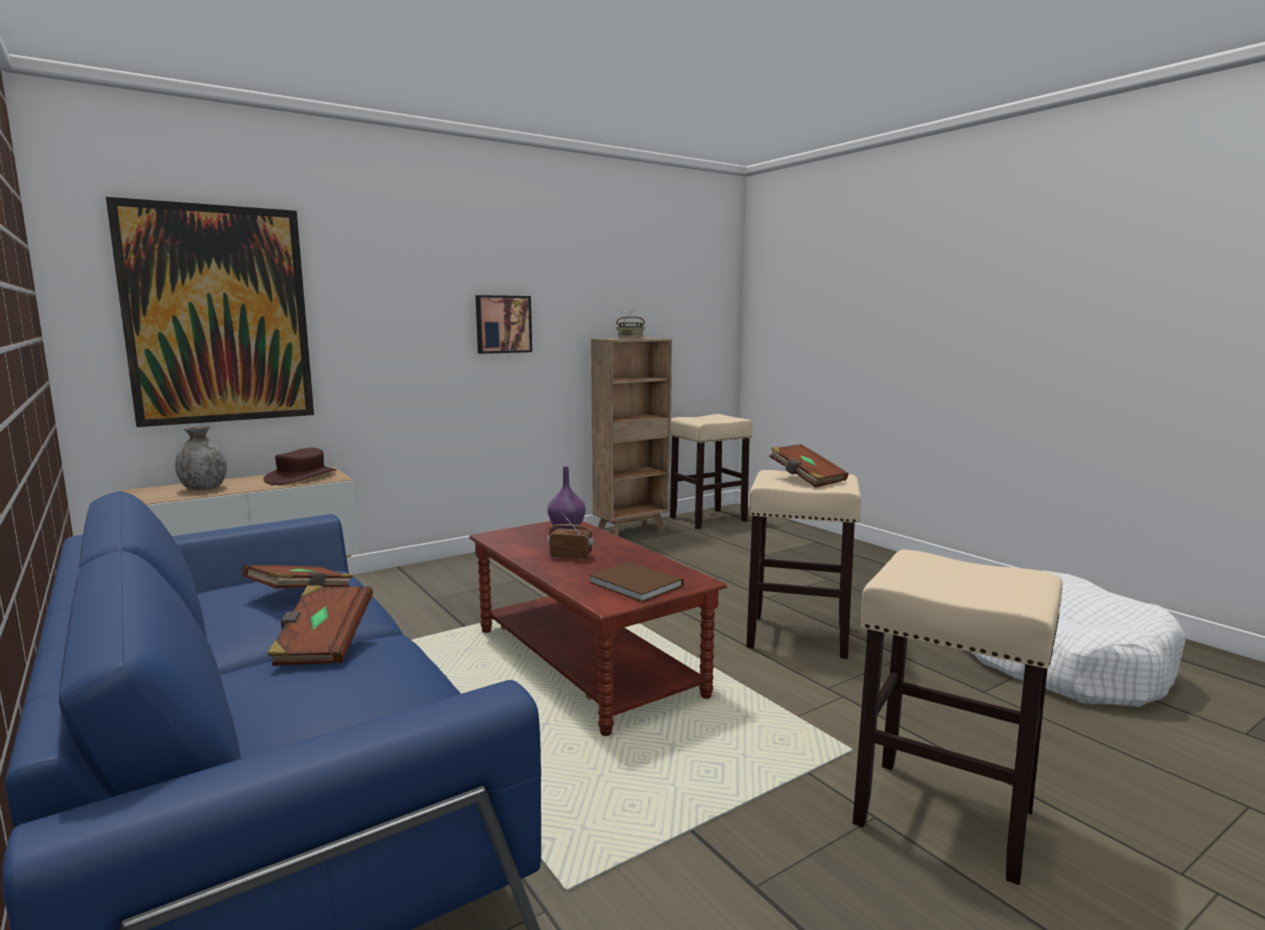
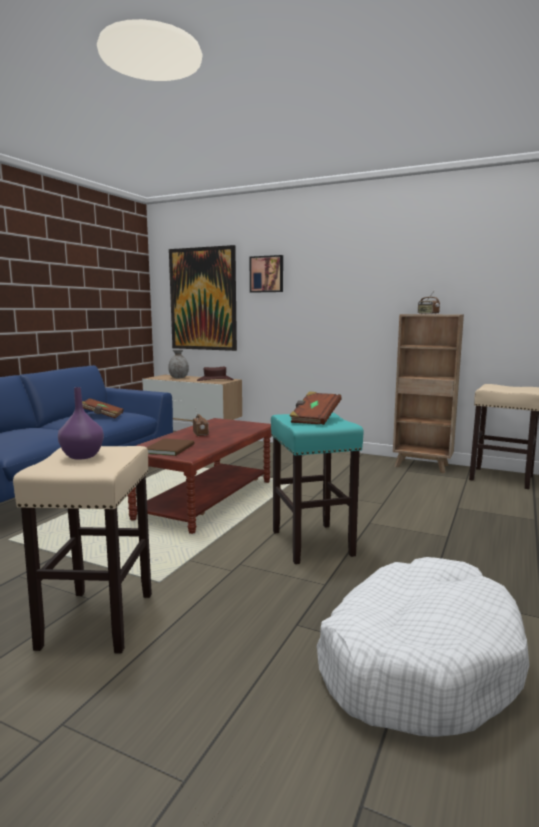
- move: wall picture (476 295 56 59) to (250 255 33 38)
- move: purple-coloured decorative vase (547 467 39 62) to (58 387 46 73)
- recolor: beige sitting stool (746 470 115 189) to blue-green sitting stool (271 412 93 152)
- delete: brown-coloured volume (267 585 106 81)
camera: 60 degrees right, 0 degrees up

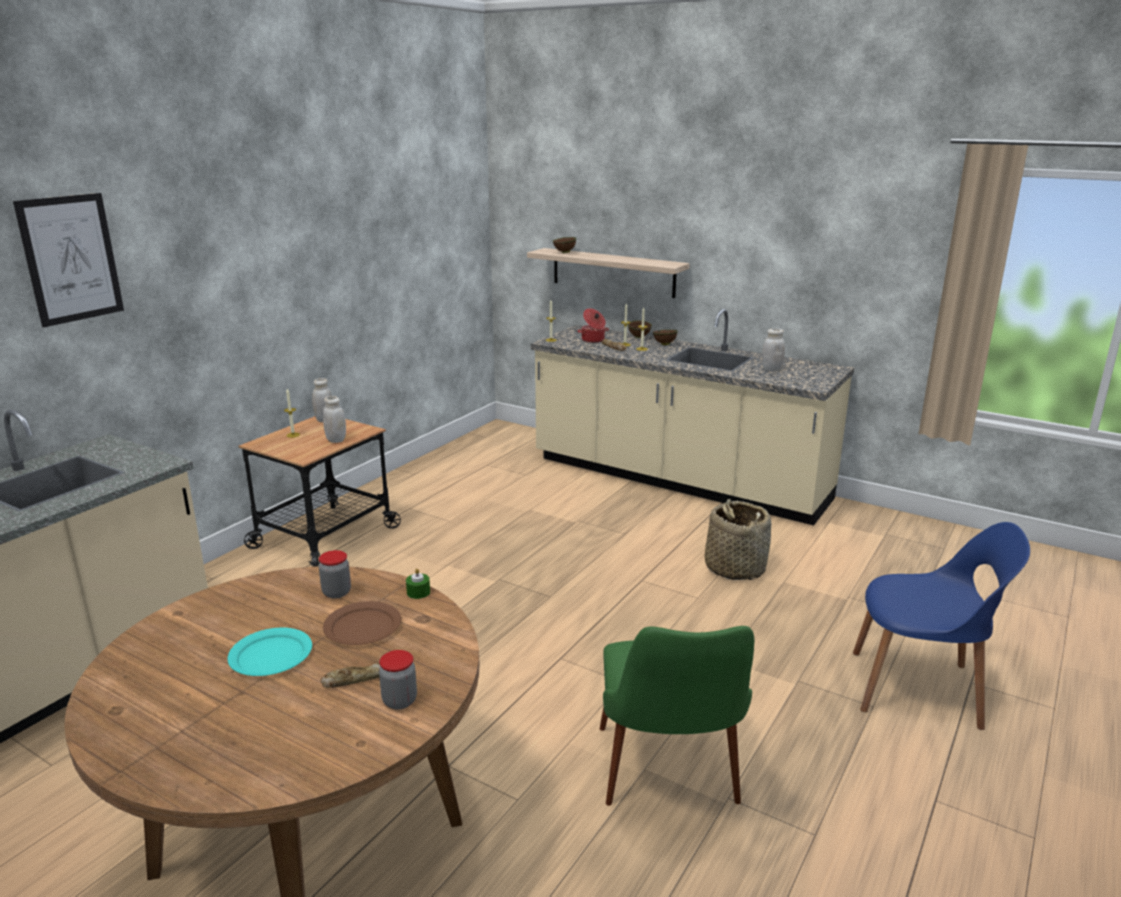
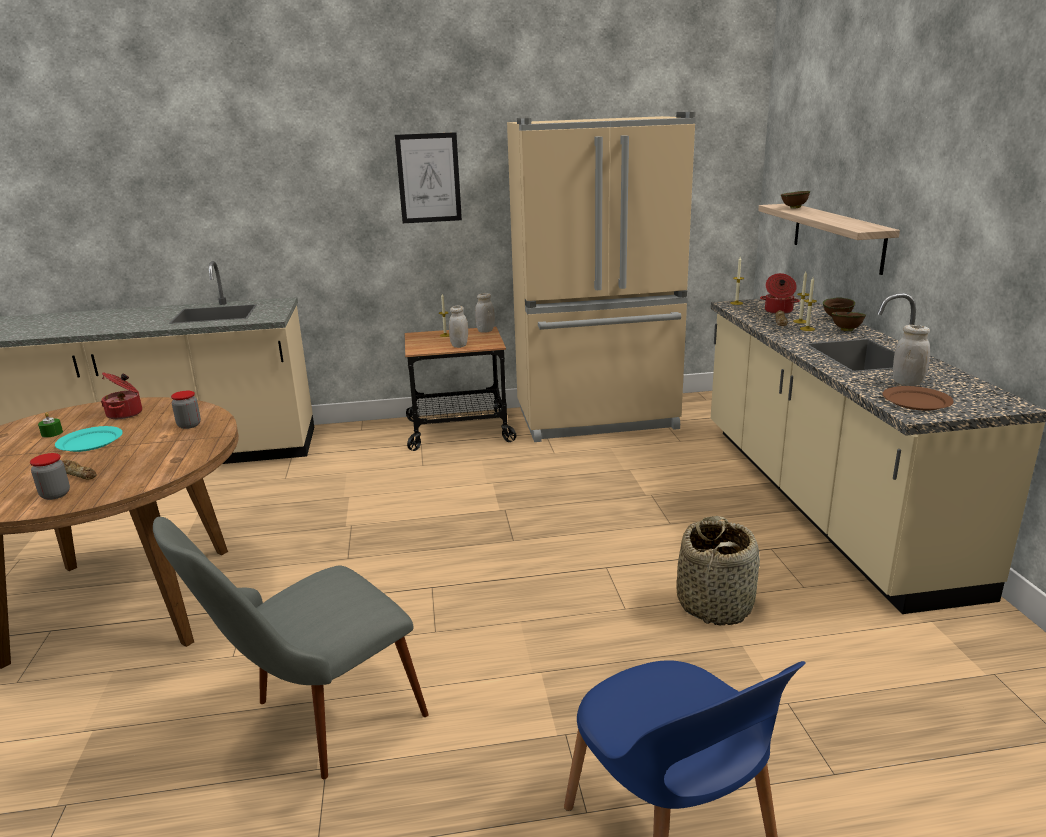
- move: wall picture (13 193 111 134) to (395 132 67 91)
- move: green wax light (406 568 24 31) to (38 412 25 26)
- move: brown-coloured flat dish (323 601 78 44) to (882 386 72 25)
- recolor: green upright chair (600 626 154 180) to grey upright chair (153 517 276 262)
- insert: beige fridge (507 112 189 330)
- insert: stockpot (101 373 41 46)
camera: 50 degrees right, 0 degrees up

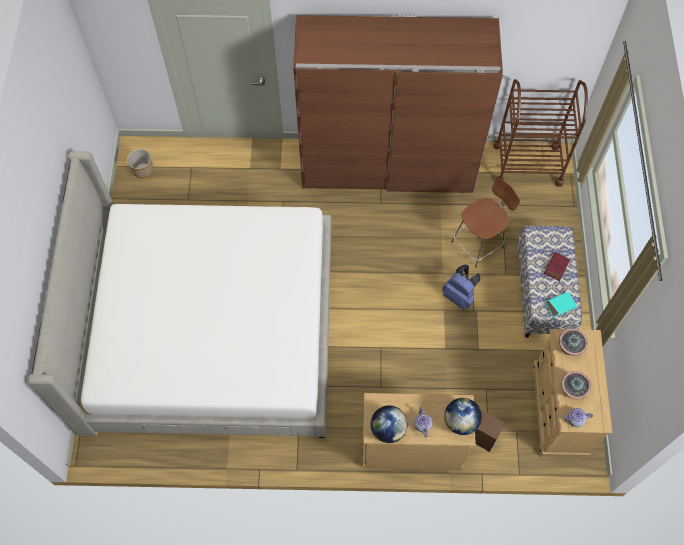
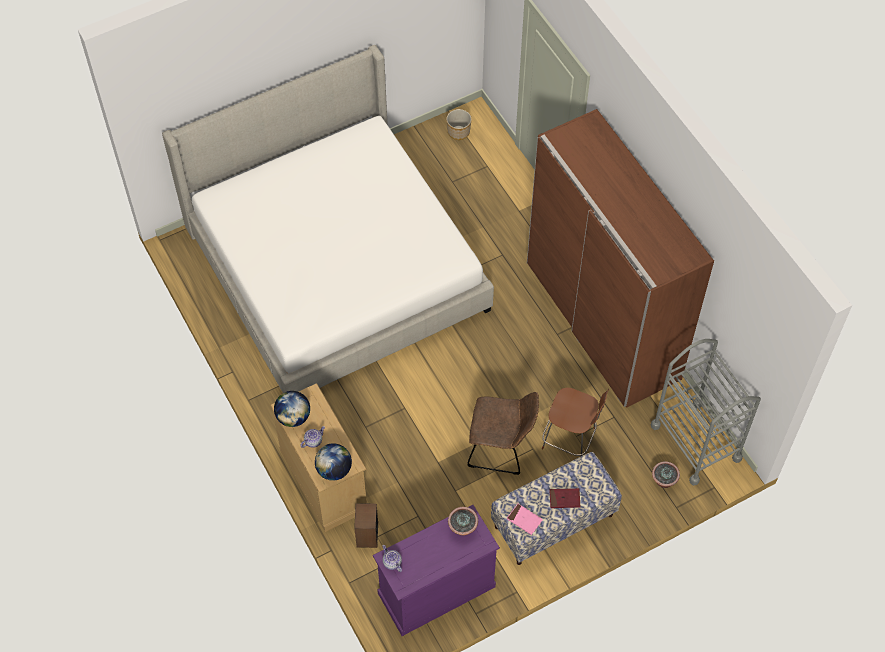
- recolor: brown-coloured cart (493 79 95 108) to grey cart (651 339 110 147)
- replace: blue-coloured rucksack (442 264 38 45) to brown-coloured upright chair (467 392 72 83)
- recolor: blue-green volume (544 291 33 26) to pink volume (507 504 35 31)
- recolor: beige chest of drawers (533 329 79 129) to purple-coloured chest of drawers (372 505 128 131)
- move: potted plant (561 371 30 28) to (652 461 28 27)
camera: 60 degrees right, 5 degrees down

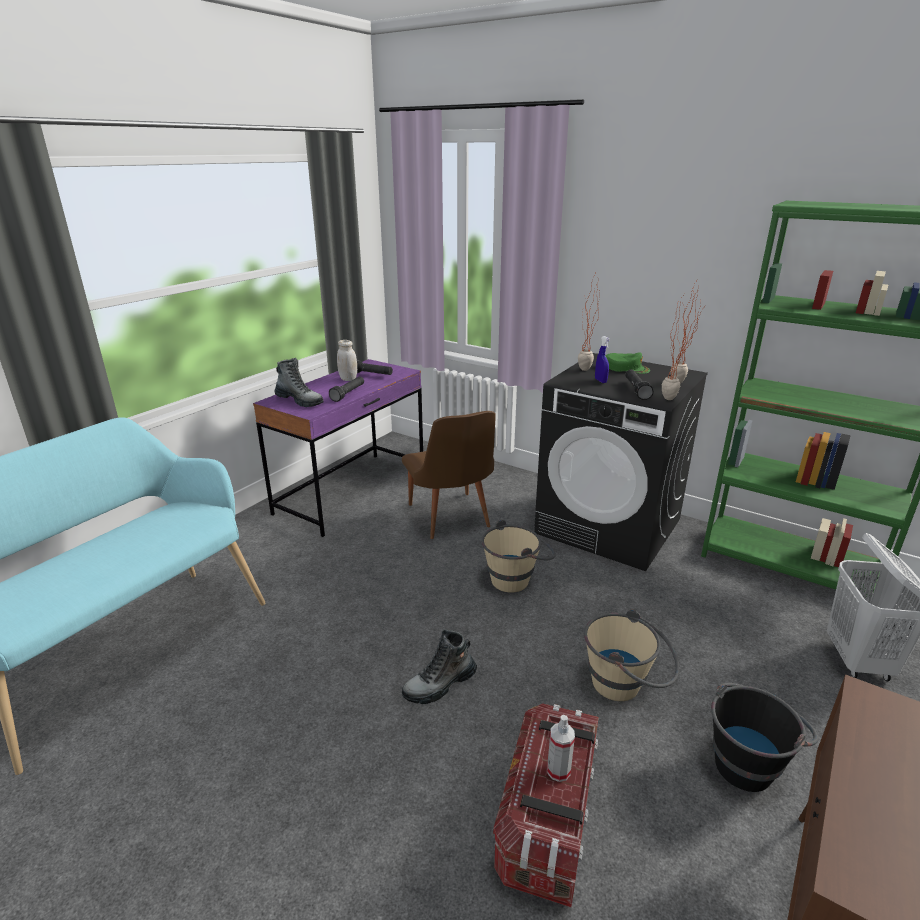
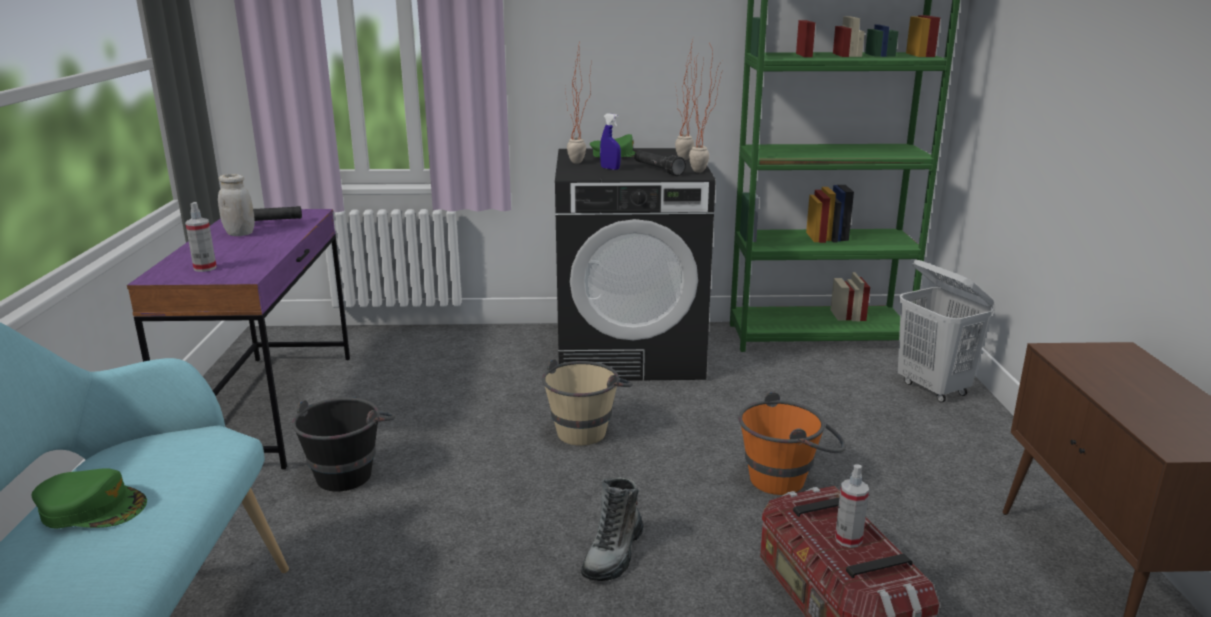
- replace: boot (275 358 49 49) to sprayer (185 202 32 70)
- delete: black torch (329 376 35 26)
- delete: brown-coloured upright chair (402 411 94 128)
- recolor: beige bucket (584 609 96 92) to orange bucket (738 392 108 103)
- move: black bucket (711 683 107 109) to (292 397 104 94)
- insert: green baseball cap (31 468 116 61)
camera: 35 degrees left, 5 degrees down

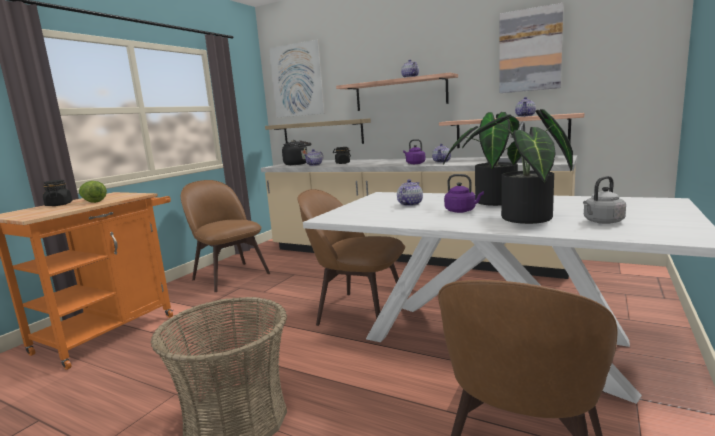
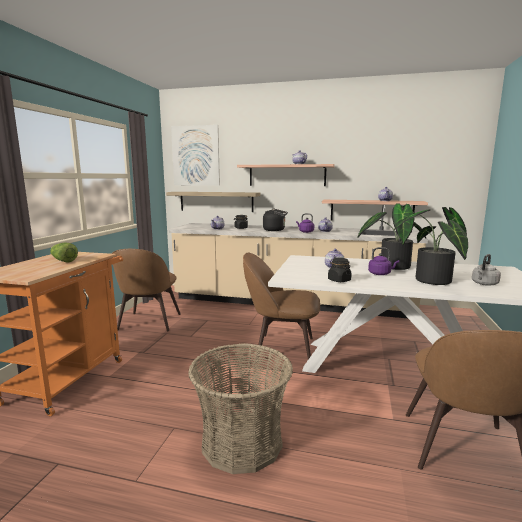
- delete: wall picture (499 3 65 90)
- move: black tea kettle (282 140 29 25) to (263 208 25 23)
- move: black jar (43 180 29 26) to (328 258 24 24)
- rotate: brown-coloured upright chair (181 180 89 112) = (112 249 69 82) 120 degrees counterclockwise
camera: 15 degrees left, 0 degrees up

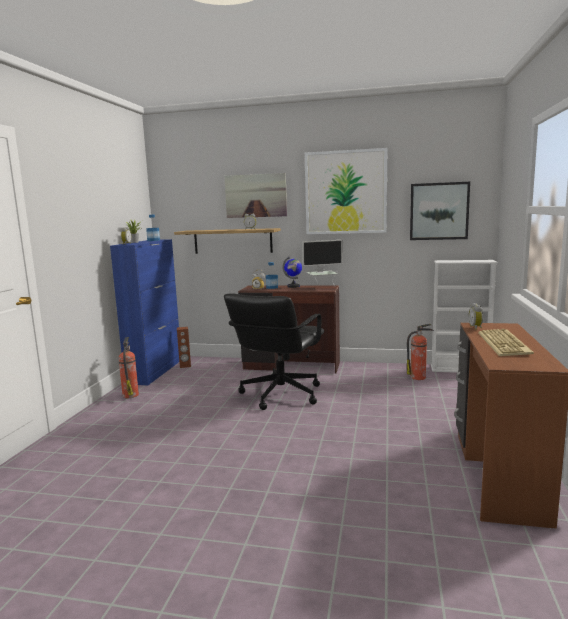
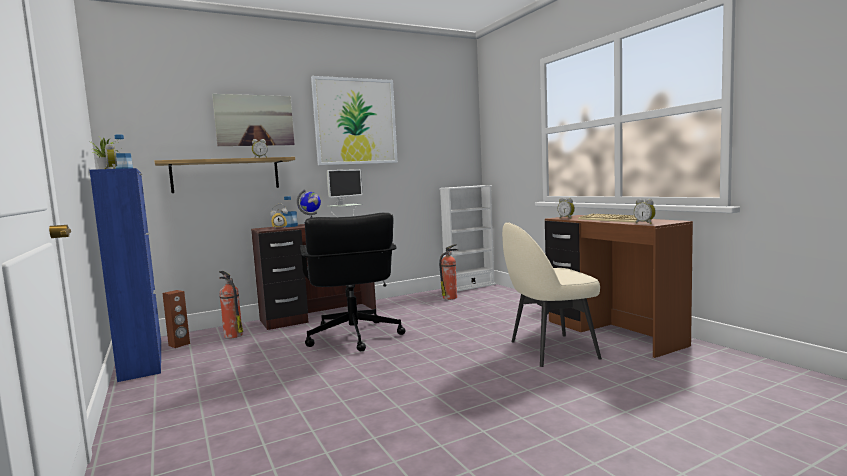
- delete: wall picture (410 182 60 58)
- move: fire extinguisher (118 337 21 61) to (219 271 24 68)
- insert: table clock (634 199 22 25)
- insert: beige upright chair (502 222 100 145)
camera: 40 degrees left, 5 degrees down

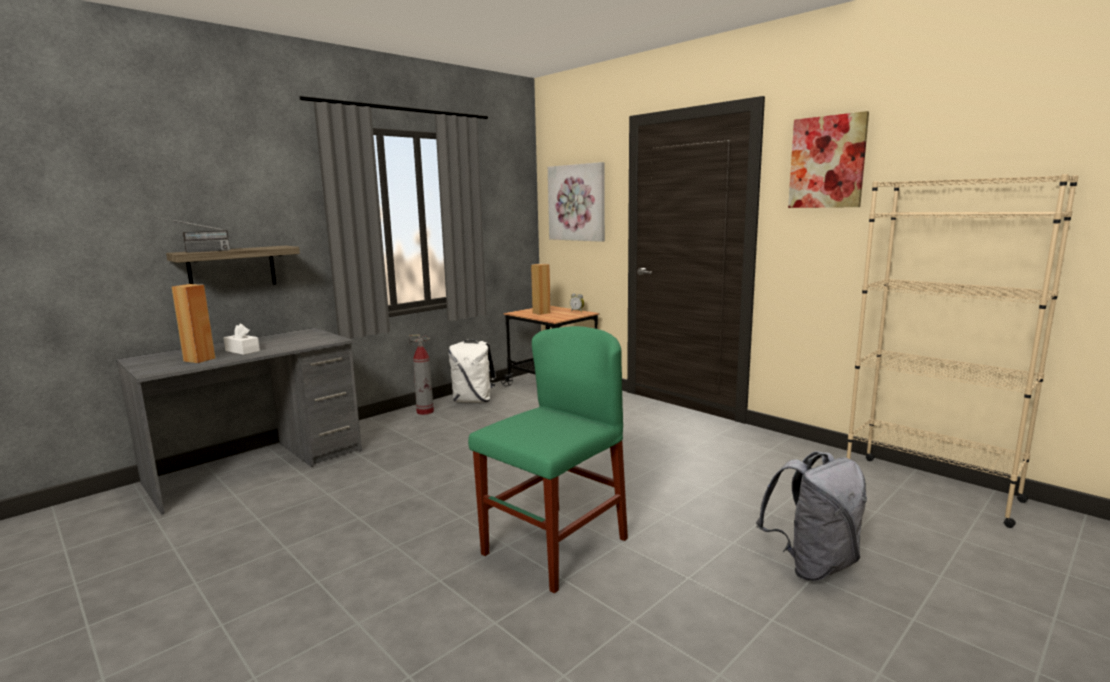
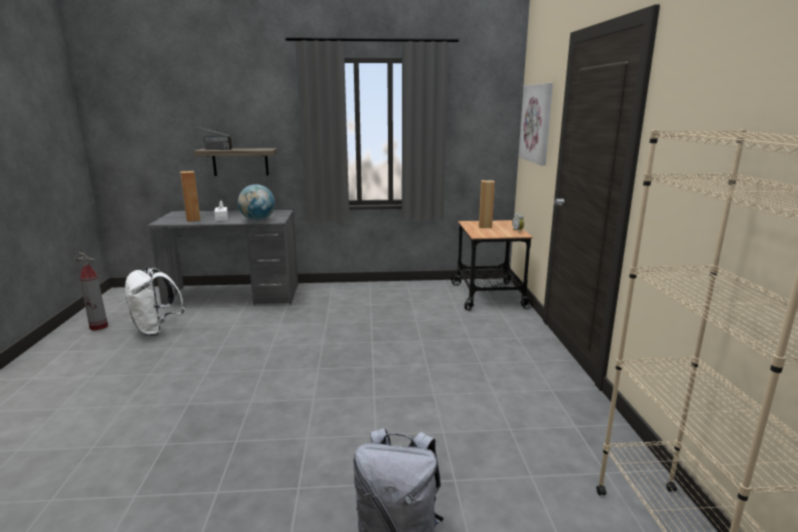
- delete: wall picture (788 111 81 97)
- delete: green upright chair (468 326 160 267)
- move: fire extinguisher (409 334 25 81) to (75 252 33 78)
- move: white-coloured rucksack (449 339 47 64) to (125 268 60 68)
- insert: world globe (238 184 37 37)
camera: 40 degrees right, 5 degrees up

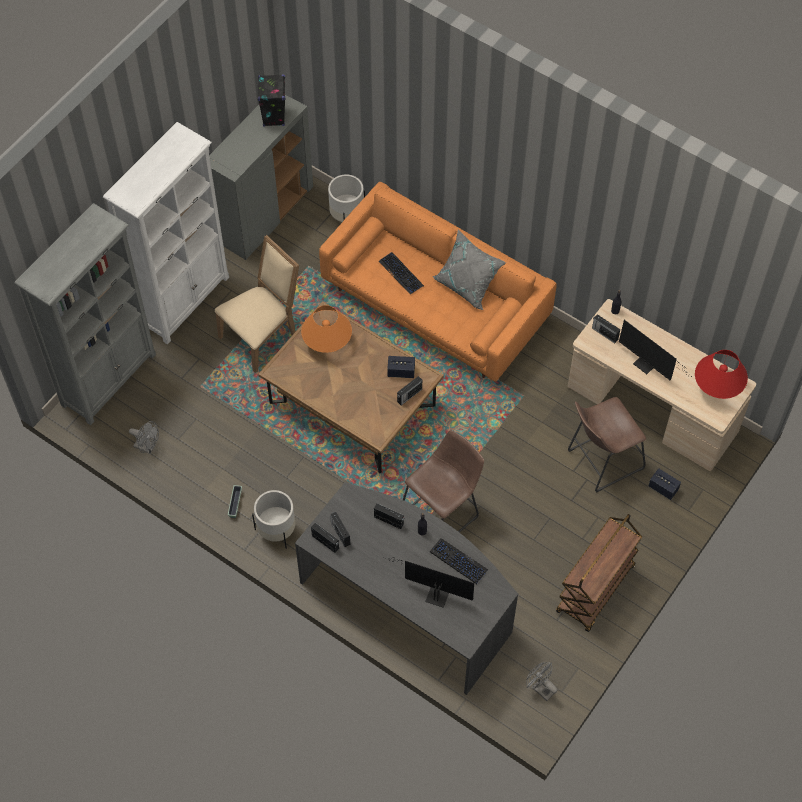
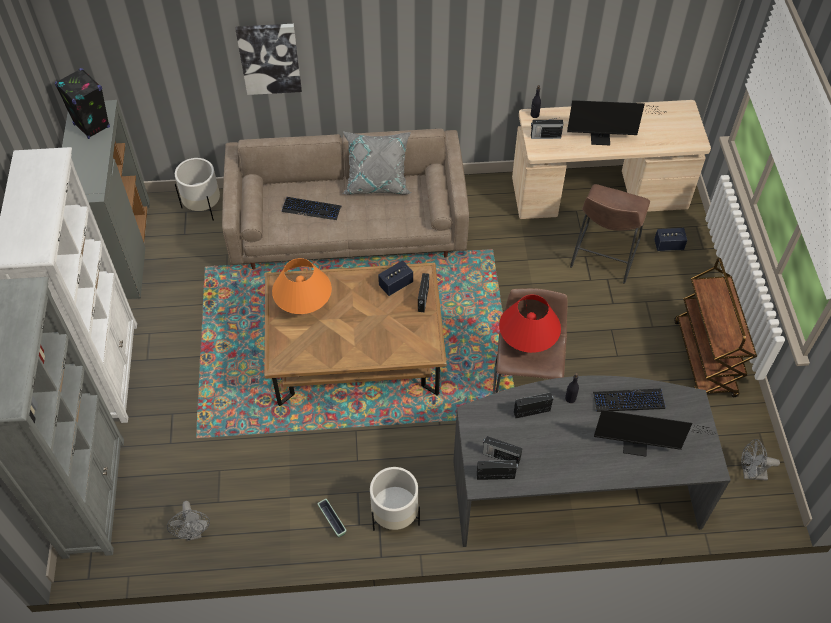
- recolor: orange settee (319 182 238 199) to beige settee (222 129 247 140)
- delete: beige upright chair (215 235 84 138)
- move: reddish tabletop lamp (695 350 53 49) to (499 295 62 58)
- rotate: grey fan (129 421 30 33) = (167 501 43 40) 90 degrees clockwise
- rotate: monitor (384 557 90 51) = (594 410 125 47) 150 degrees counterclockwise
- insert: wall picture (236 24 66 71)
camera: 40 degrees left, 5 degrees down

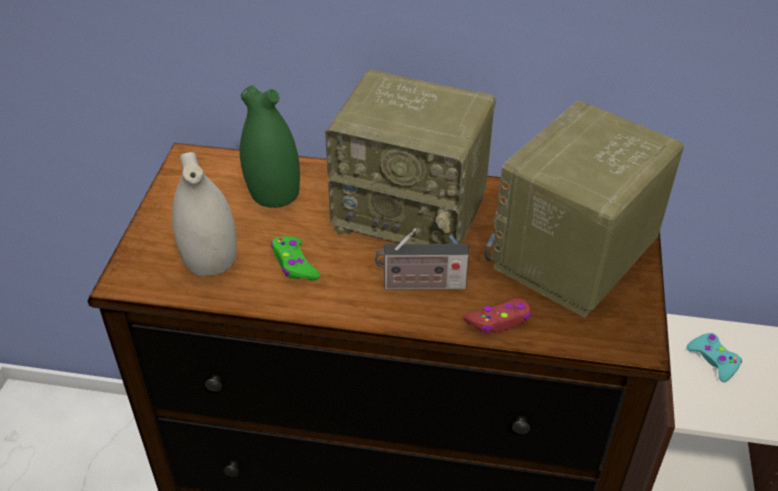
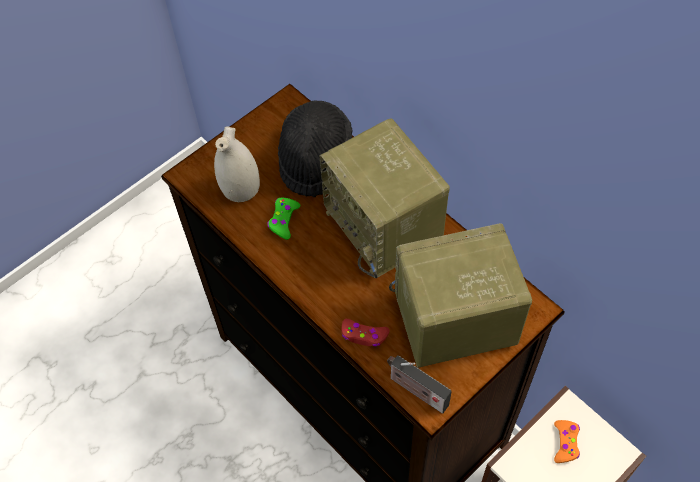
- replace: green decorative vase (240 85 60 123) to black hat (278 101 75 96)
- move: radio (375 228 94 61) to (387 355 65 59)
- recolor: blue-green gamepad (686 333 56 49) to orange gamepad (554 420 26 43)
camera: 40 degrees right, 15 degrees up

